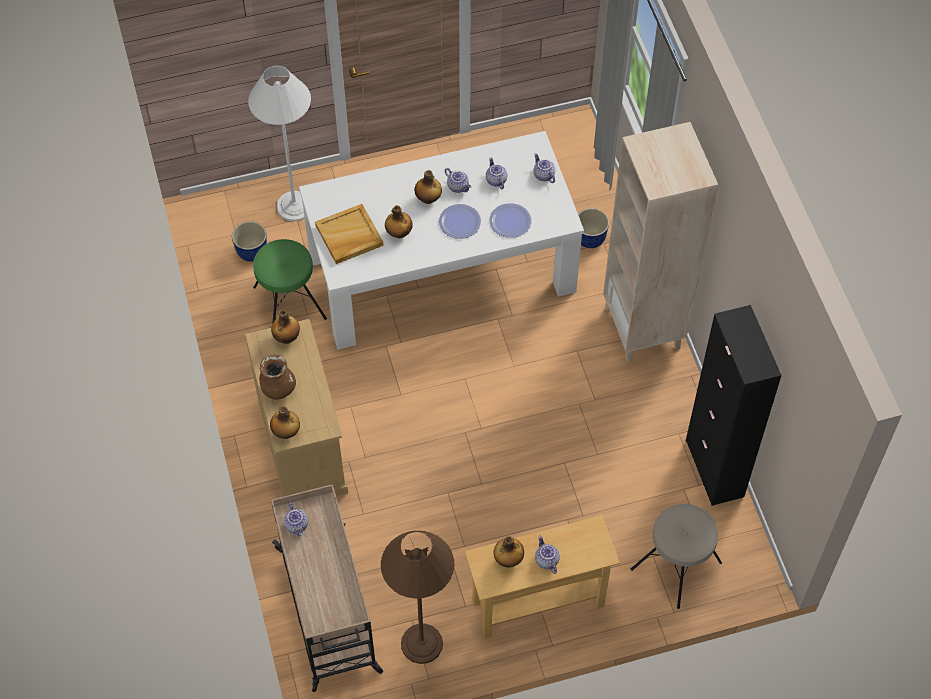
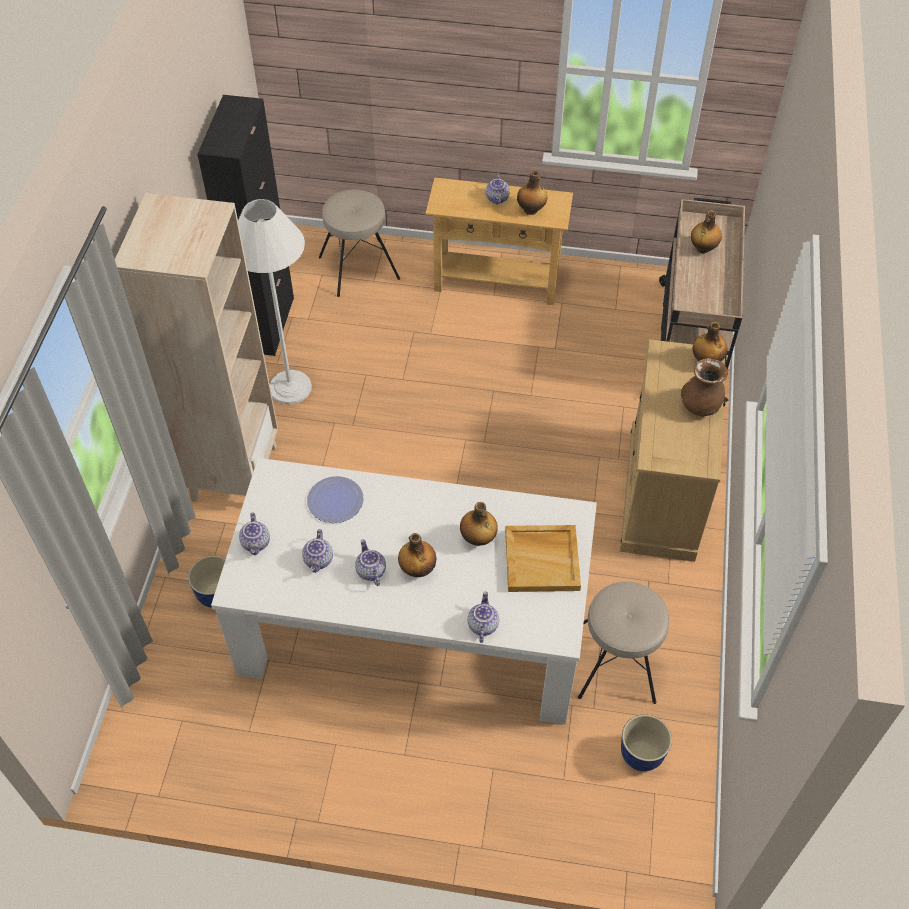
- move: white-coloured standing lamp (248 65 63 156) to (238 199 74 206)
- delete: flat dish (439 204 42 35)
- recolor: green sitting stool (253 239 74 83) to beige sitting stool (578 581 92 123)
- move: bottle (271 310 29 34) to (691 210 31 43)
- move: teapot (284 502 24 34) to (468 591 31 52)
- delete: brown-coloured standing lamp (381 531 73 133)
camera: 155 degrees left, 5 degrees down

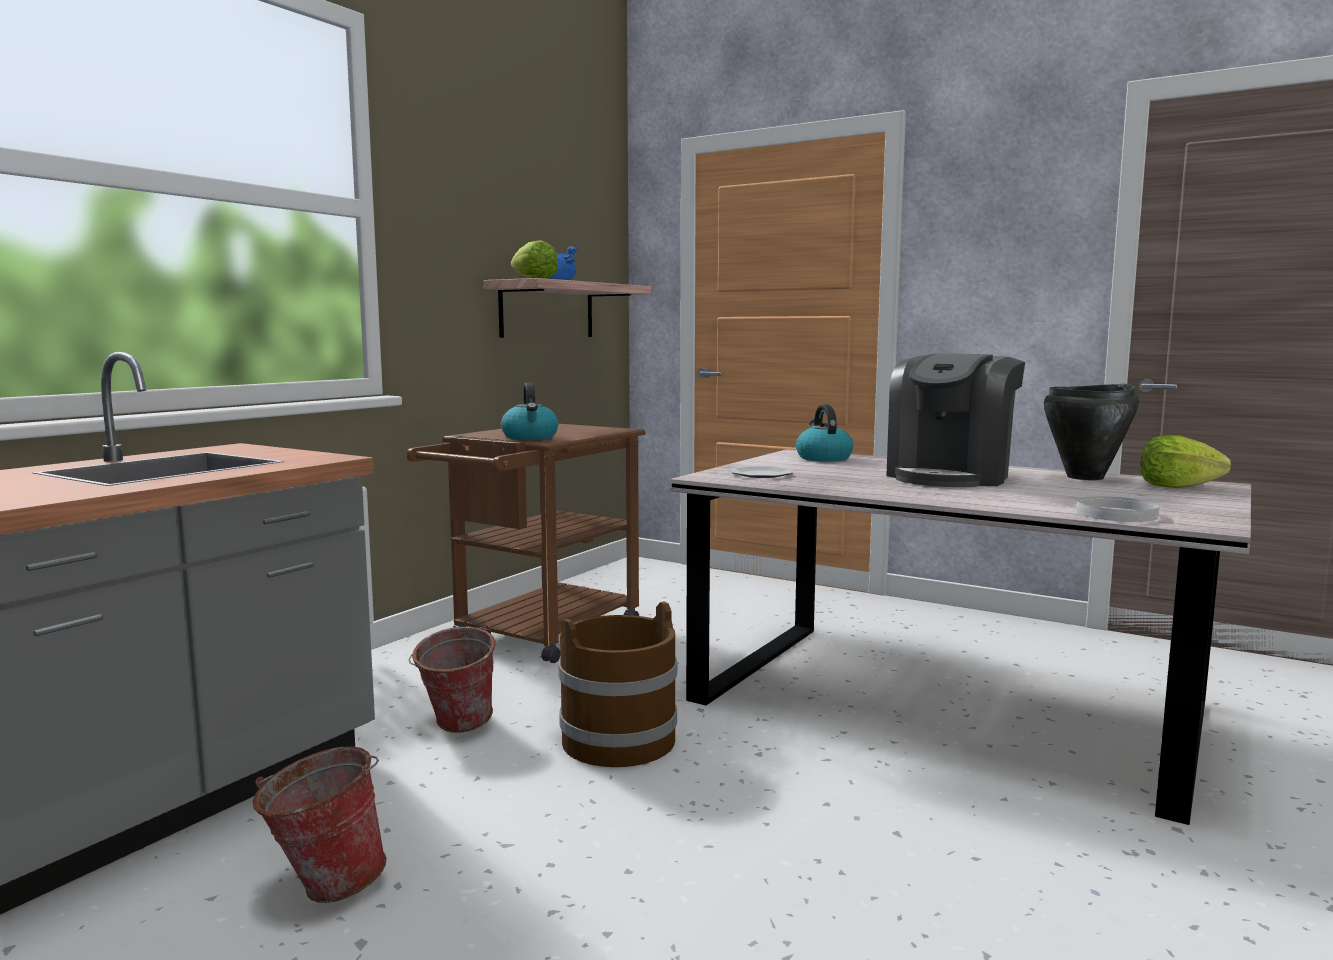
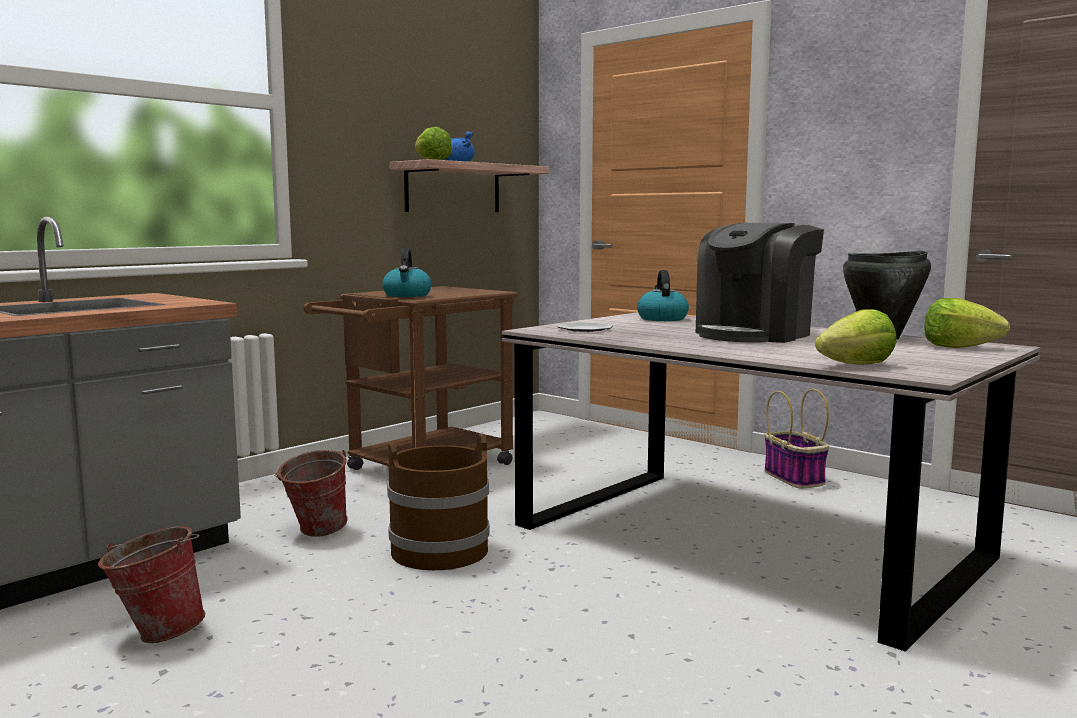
- replace: white-coloured flat dish (1076 496 83 26) to lettuce (815 309 82 56)
- insert: storage basket (764 389 65 99)
camera: 10 degrees right, 0 degrees up

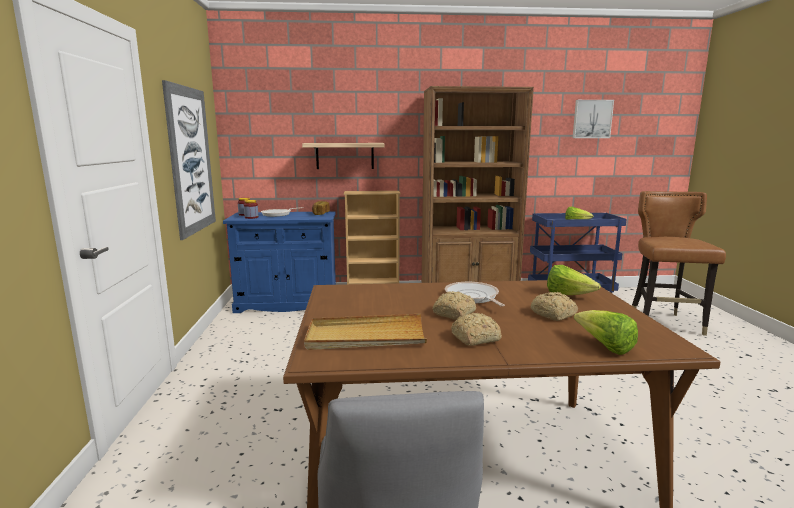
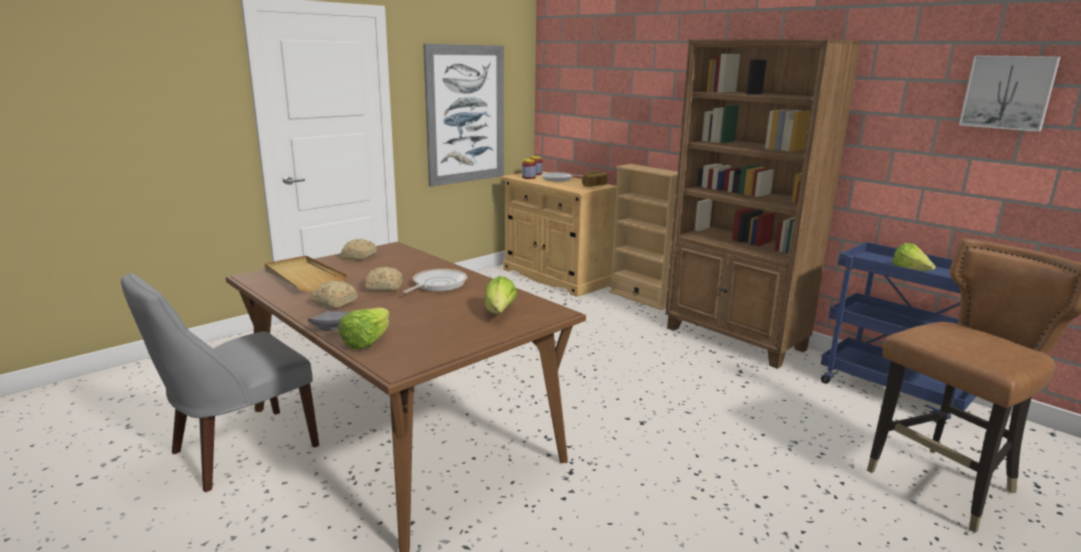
- delete: bracket shelf (302 143 82 26)
- recolor: blue-coloured cupboard (223 211 113 102) to beige cupboard (501 171 116 126)
- move: bakery bread (531 292 47 29) to (341 239 36 21)
- insert: grey flat dish (308 311 39 20)
camera: 50 degrees right, 5 degrees up

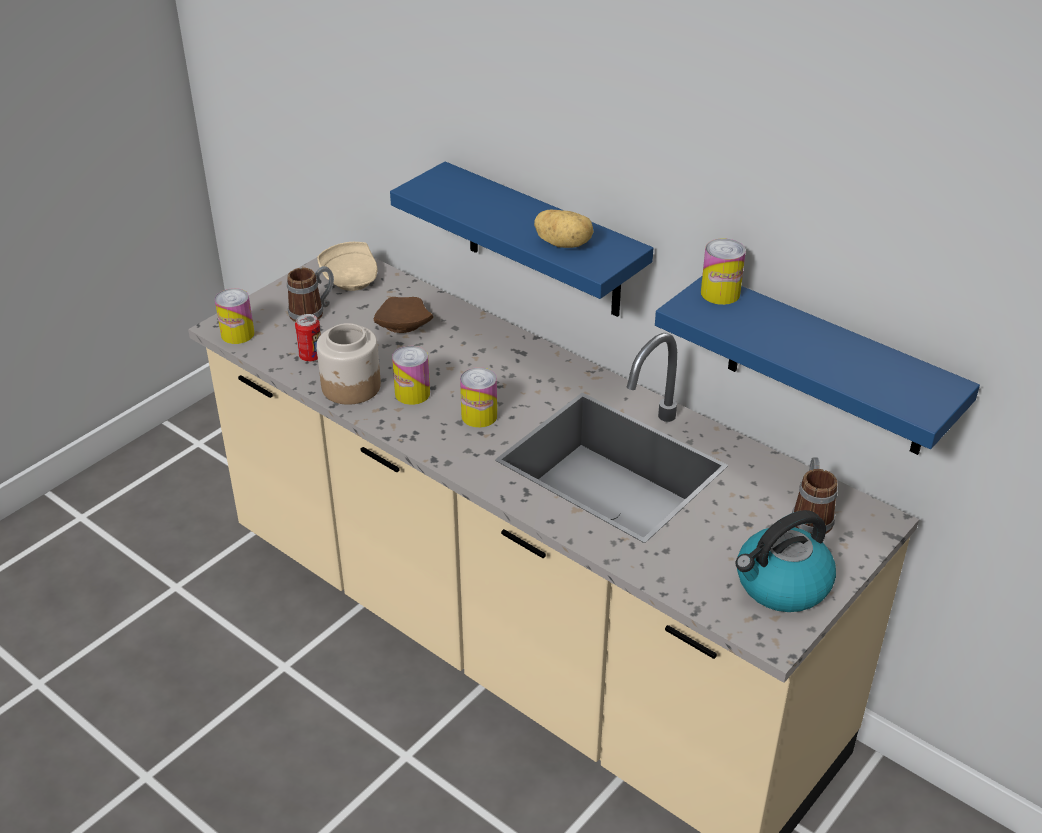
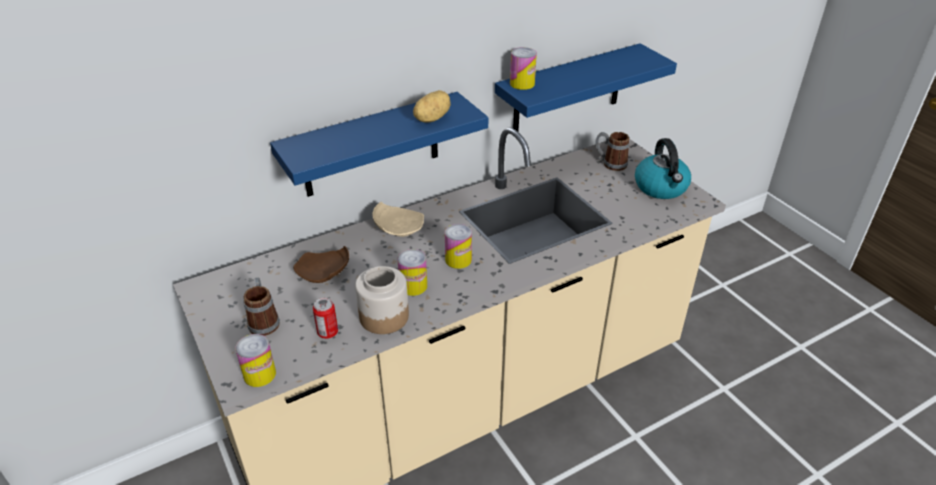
- move: beige flat dish (317 242 61 49) to (372 202 52 35)
camera: 70 degrees left, 0 degrees up

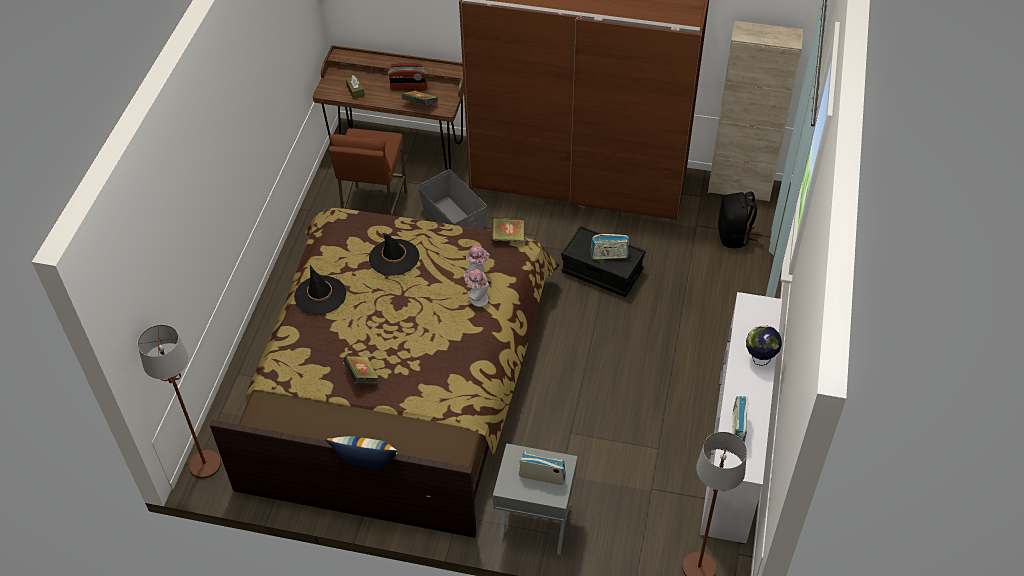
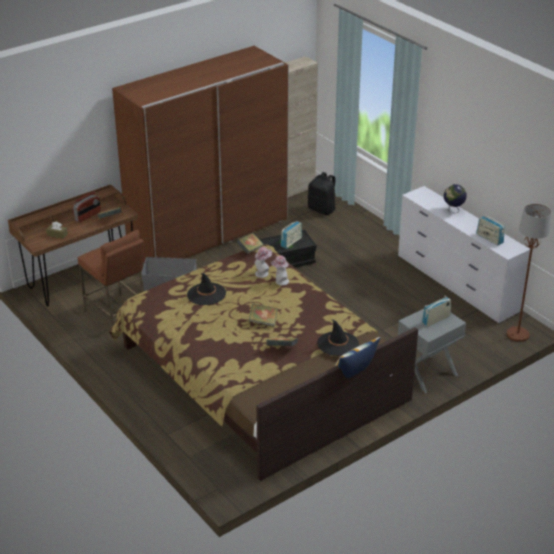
- move: black hat (294 265 53 50) to (317 319 42 37)
- delete: brown-coloured standing lamp (138 325 83 153)
- insert: volume (249 304 29 23)
camera: 50 degrees left, 15 degrees down

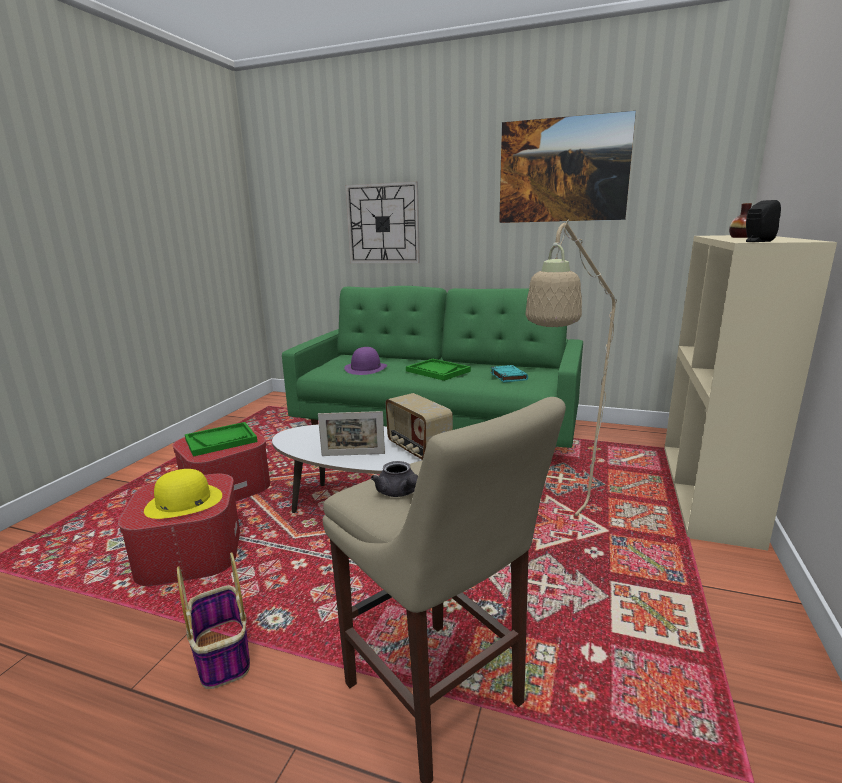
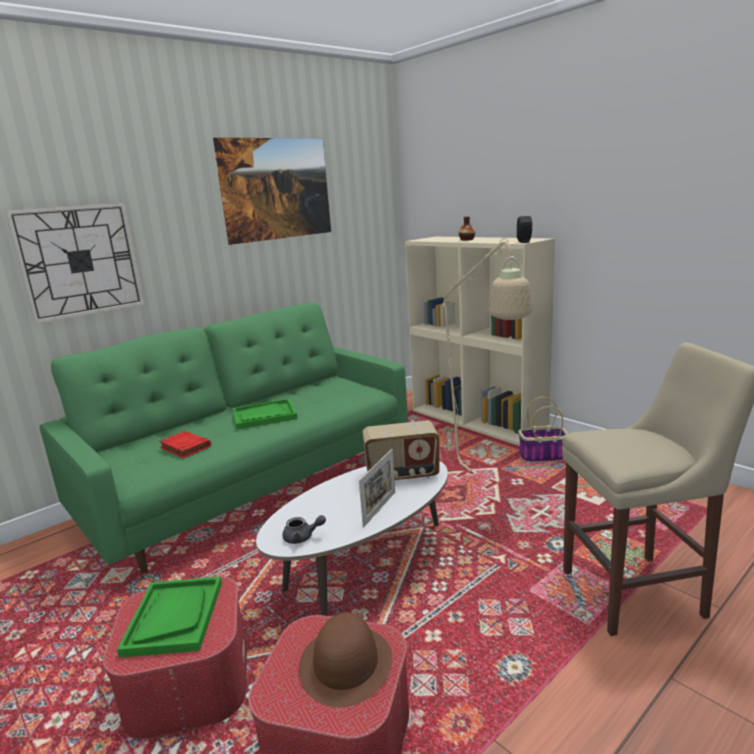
- replace: purple-coloured hat (344 347 43 28) to reddish volume (159 431 52 27)
- delete: blue-green volume (490 365 38 17)
- move: grey teapot (371 461 47 36) to (283 515 43 29)
- recolor: yellow hat (144 469 78 50) to brown-coloured hat (299 612 93 95)
- move: storage basket (177 552 73 137) to (518 397 50 65)
camera: 60 degrees left, 0 degrees up

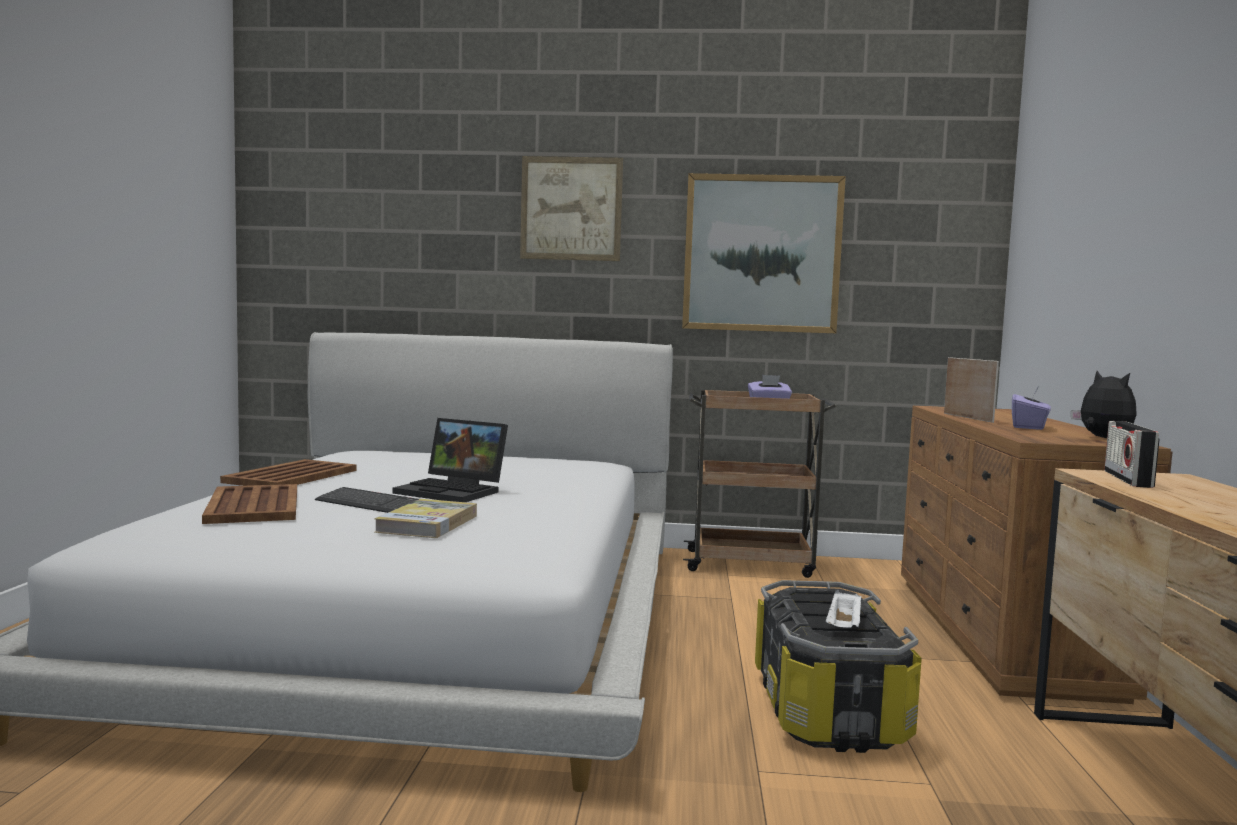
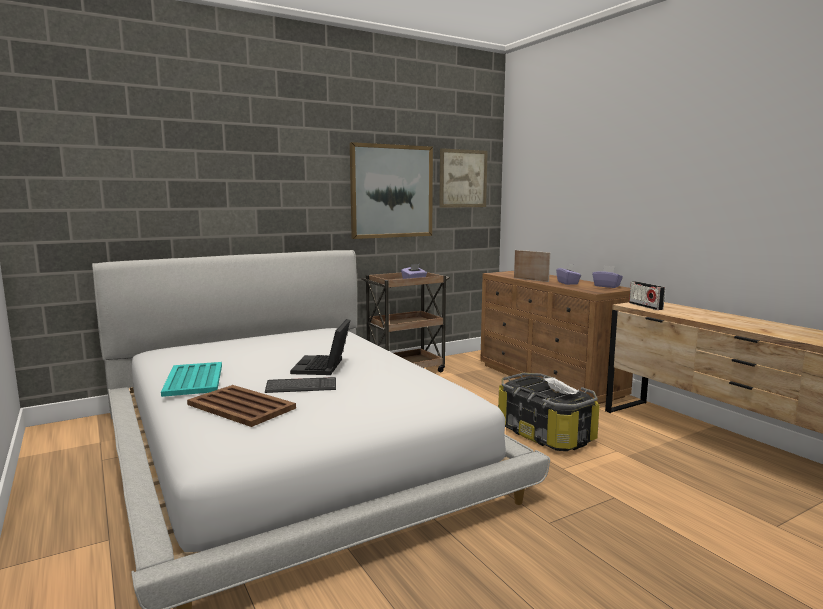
- move: wall picture (520 156 103 105) to (439 148 49 60)
- replace: soft toy (1071 371 66 67) to purple-coloured tissue holder (592 266 31 22)
- rotate: laptop (392 418 116 84) = (290 319 60 56) 105 degrees clockwise
- recolor: brown-coloured tray (220 459 137 27) to blue-green tray (161 362 61 35)
- delete: volume (374 499 103 39)
camera: 35 degrees left, 5 degrees up

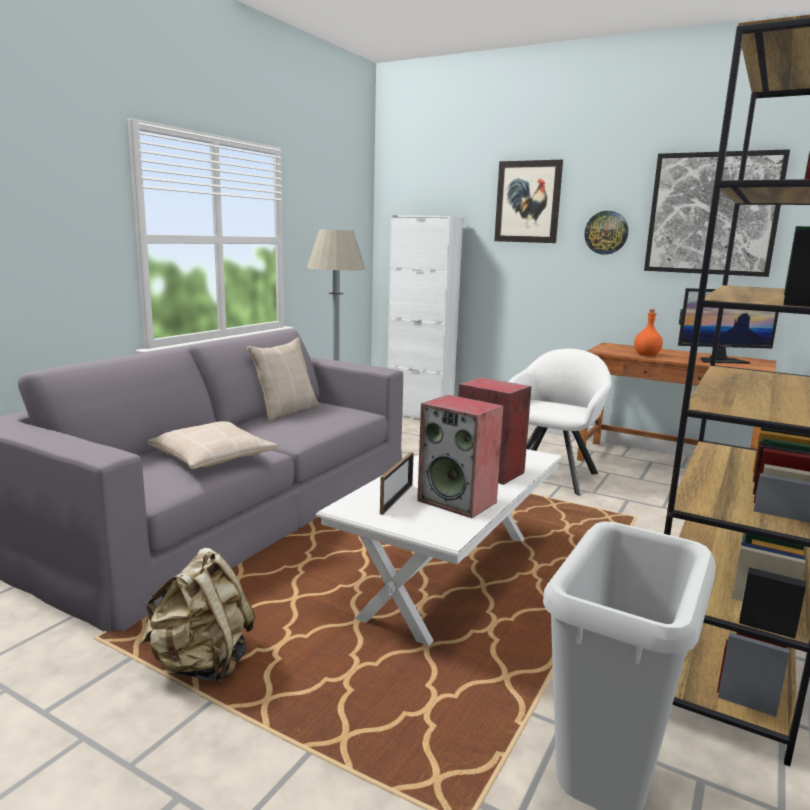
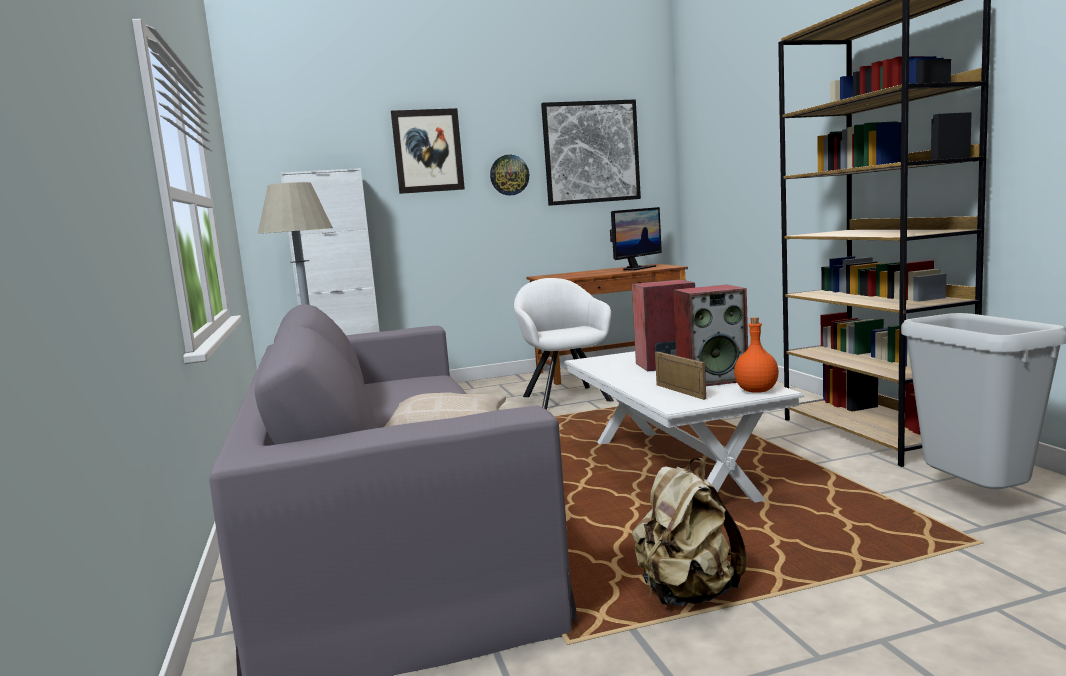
- move: orange bottle (634 309 29 47) to (734 317 45 76)
- delete: beige throw pillow (247 338 72 83)
camera: 45 degrees left, 5 degrees down

